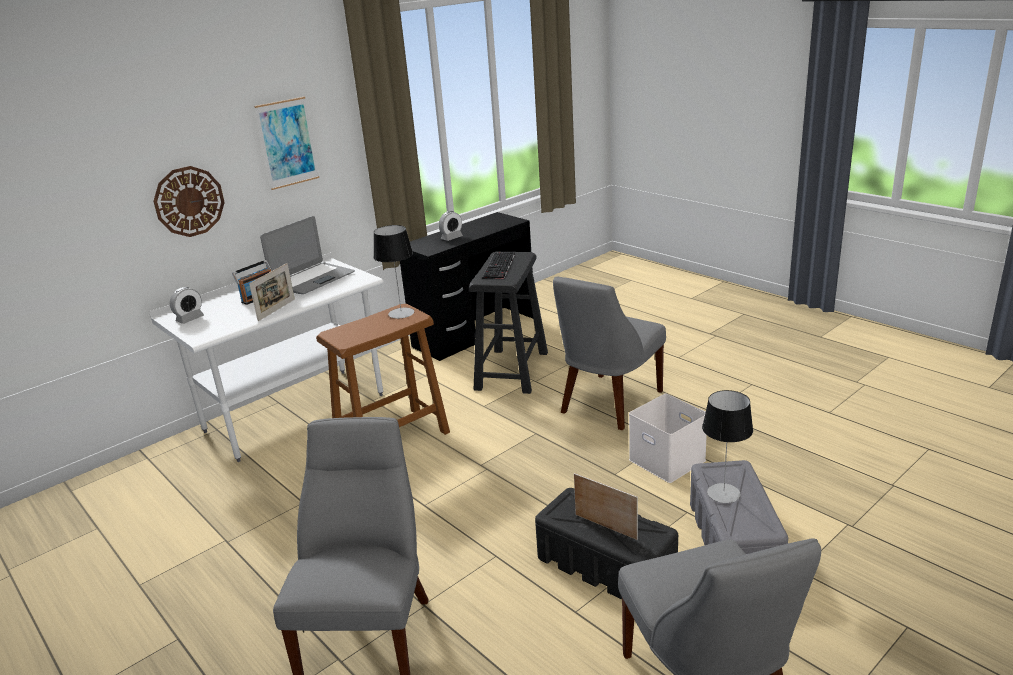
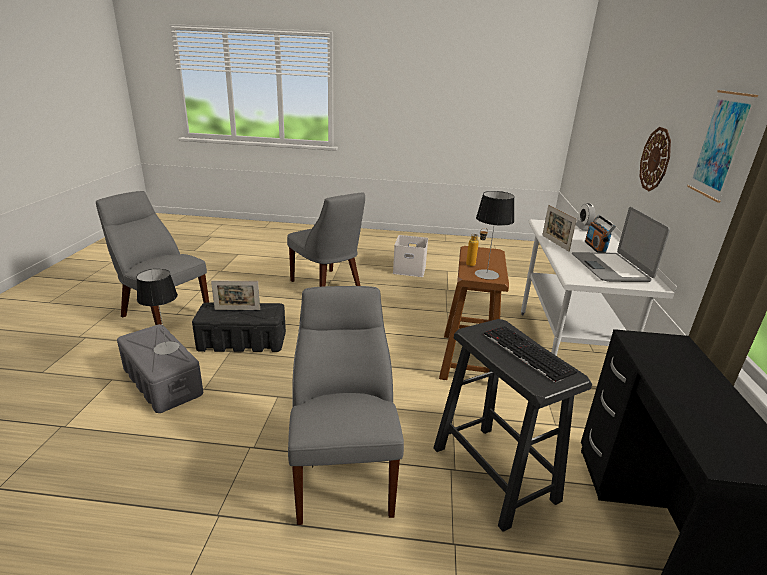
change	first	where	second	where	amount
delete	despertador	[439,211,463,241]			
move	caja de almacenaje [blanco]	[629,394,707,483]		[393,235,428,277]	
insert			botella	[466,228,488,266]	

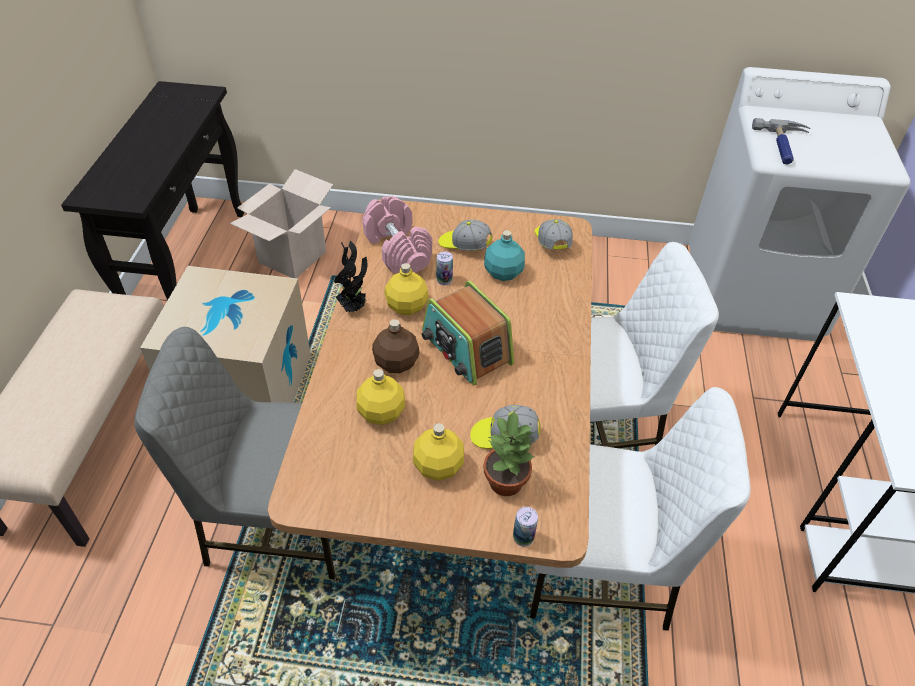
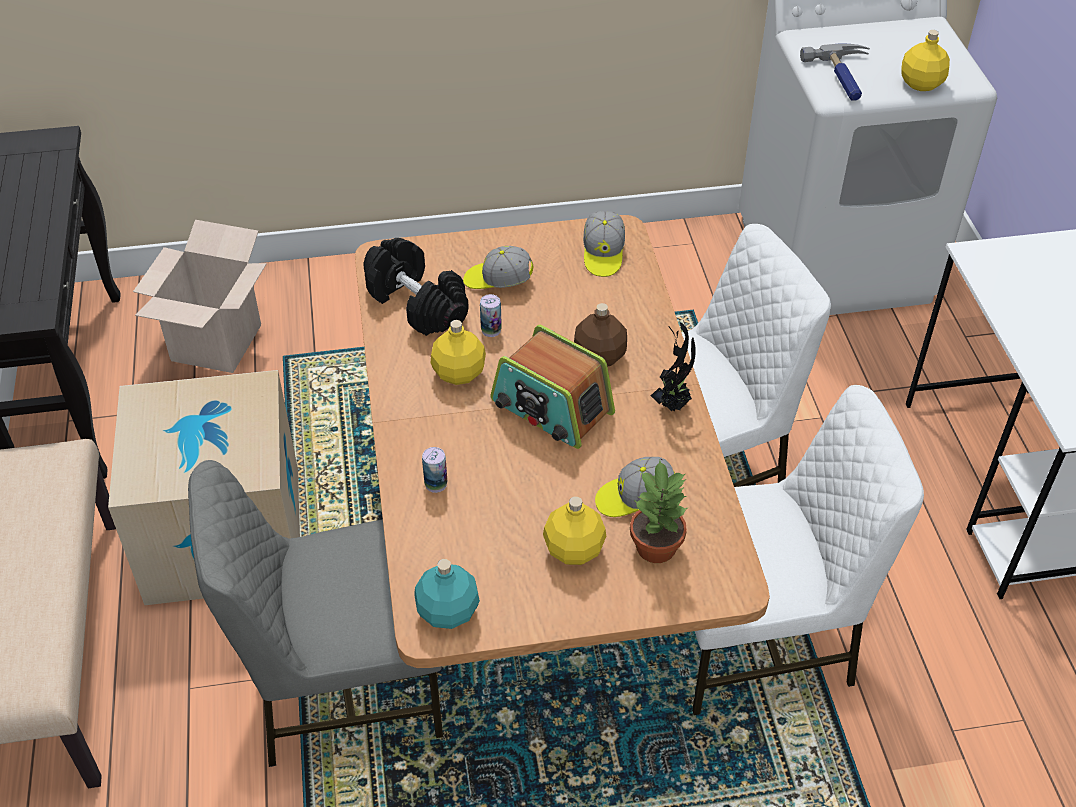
change	first	where	second	where	amount
move	planta en maceta	[334,241,368,312]		[651,322,696,412]	
move	botella [amarillo]	[356,369,405,425]		[901,30,950,91]	
recolor	mancuerna [rosa]	[363,196,432,274]	mancuerna [negro]	[363,238,469,336]	
move	botella [marrón]	[372,319,420,373]		[574,303,627,367]	
move	botella [turquesa]	[484,230,525,281]		[414,559,480,629]	
move	lata	[513,507,538,547]		[422,447,447,493]	
rotate	gorra	[535,219,573,249]		[583,211,625,277]	150 degrees counterclockwise

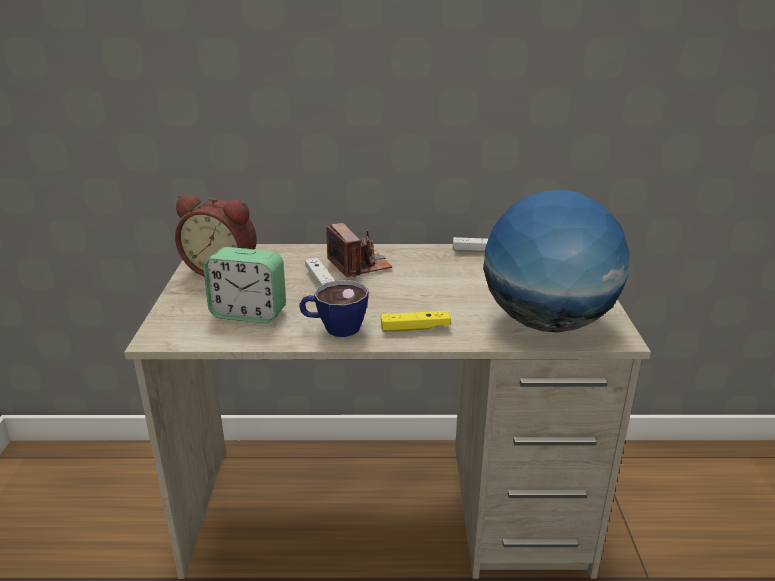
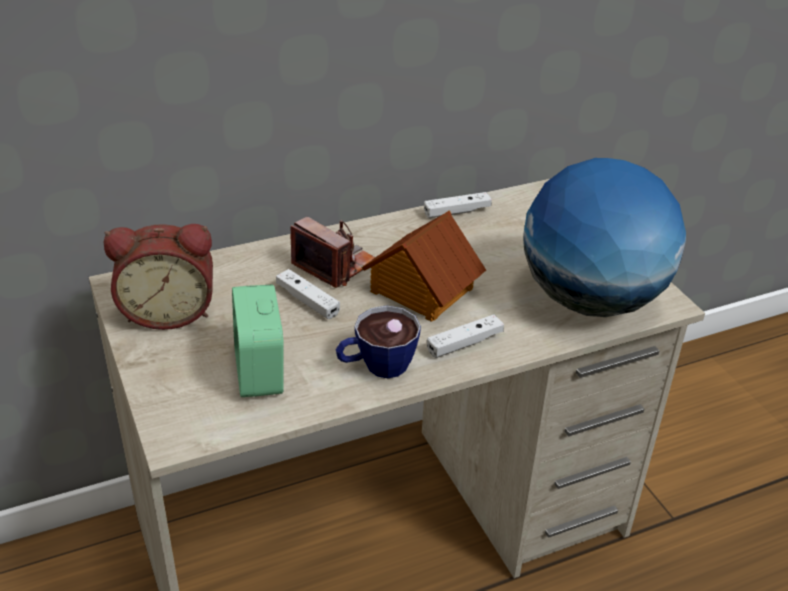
change	first	where	second	where	amount
rotate	despertador	[203,247,286,323]		[232,285,284,397]	90 degrees clockwise
recolor	mando de consola [amarillo]	[381,311,451,332]	mando de consola [blanco]	[427,314,504,358]	
insert			casita	[362,211,486,322]	

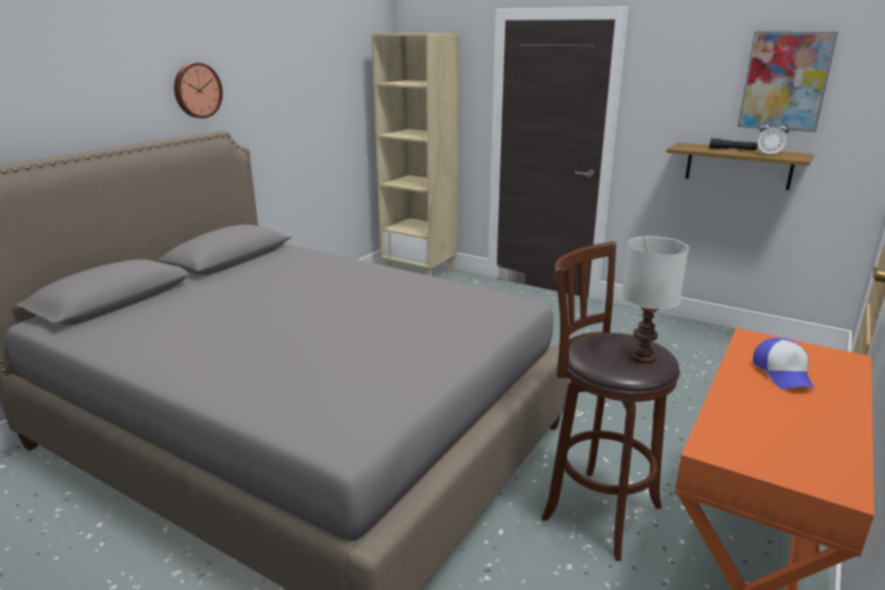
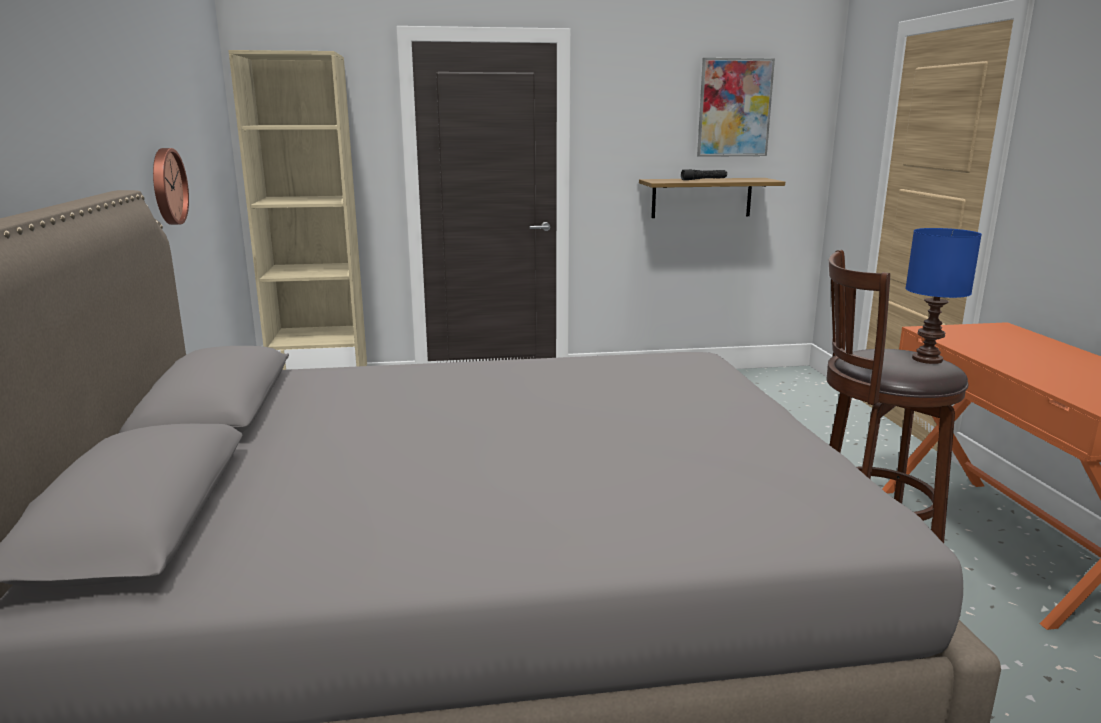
change	first	where	second	where	amount
move	reloj de pared	[174,63,223,118]		[153,148,189,225]	
recolor	lámpara de mesa [blanco]	[622,236,689,363]	lámpara de mesa [azul]	[905,228,982,364]	
delete	gorra	[753,338,815,389]			
delete	despertador	[758,118,789,156]			

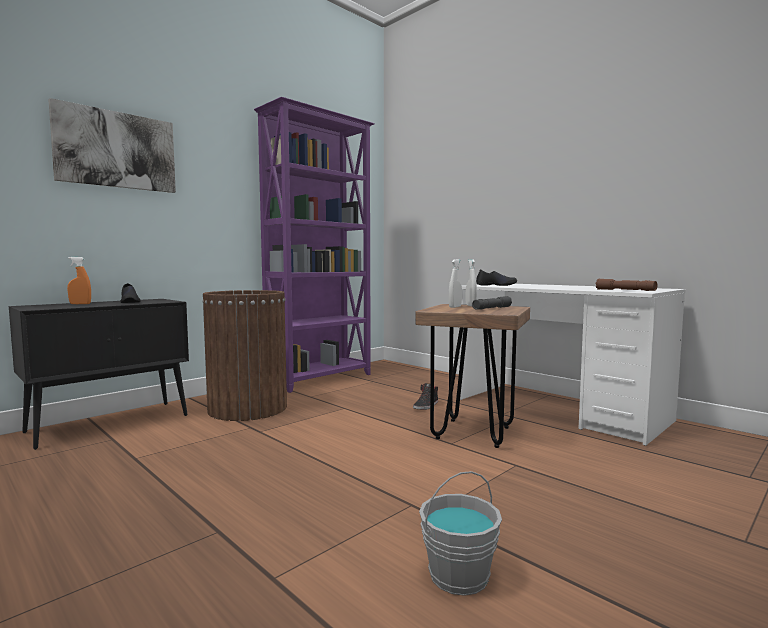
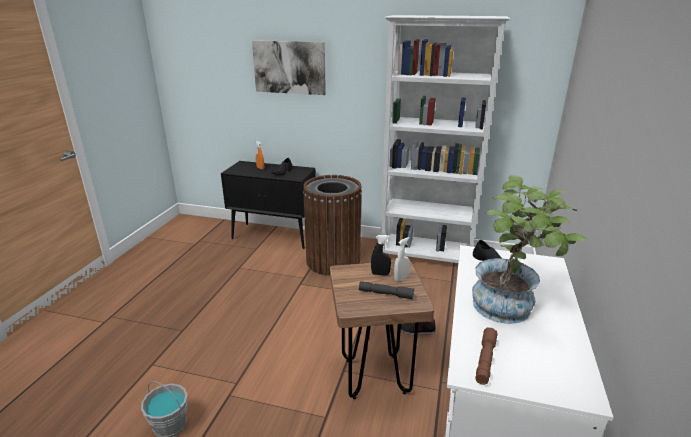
change	first	where	second	where	amount
recolor	estantería [morado]	[254,97,375,393]	estantería [blanco]	[380,15,510,263]	
recolor	pulverizador [blanco]	[449,259,462,308]	pulverizador [negro]	[371,235,391,275]	
insert			planta en maceta	[472,175,587,324]	

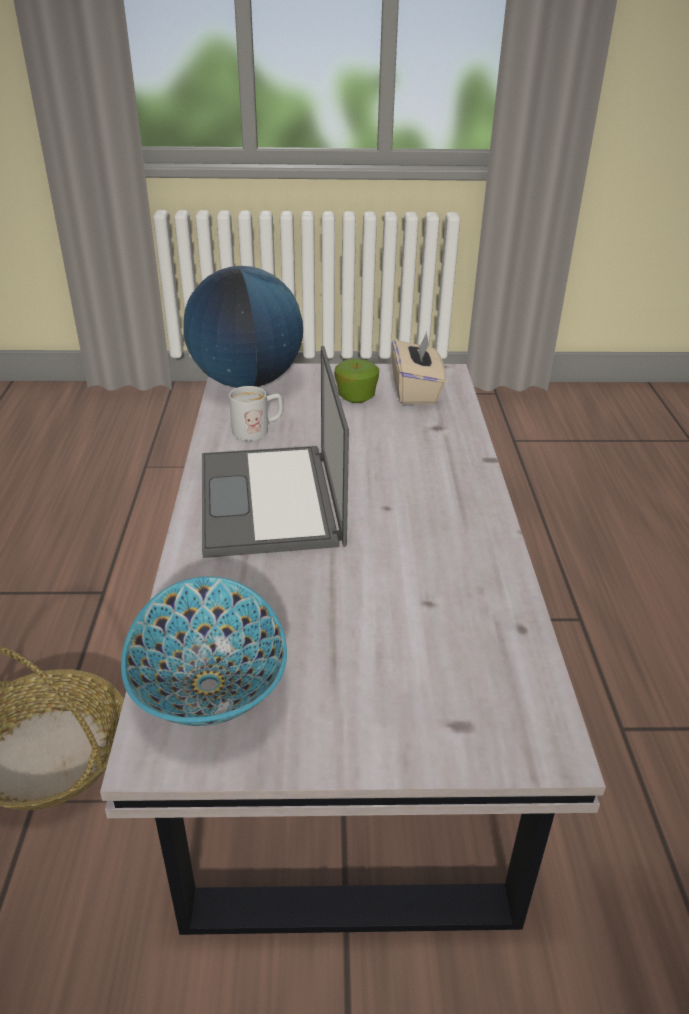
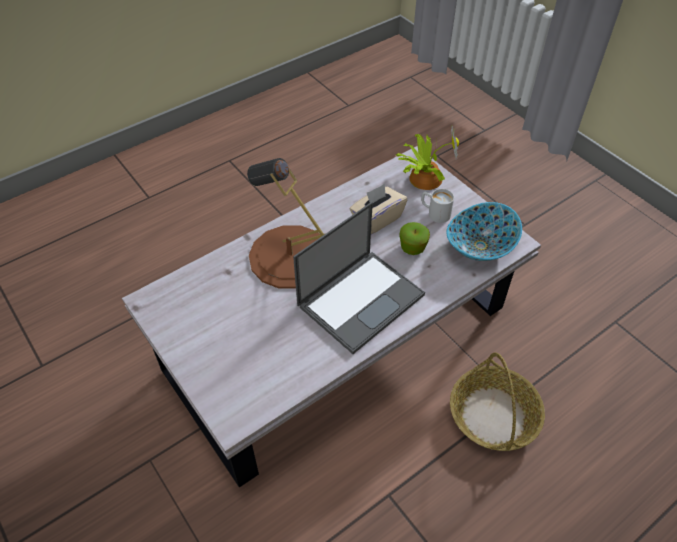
change	first	where	second	where	amount
delete	globo terráqueo	[183,266,303,388]			
move	taza grande [blanco]	[229,386,283,441]		[421,189,454,223]	
move	manzana	[334,359,379,403]		[399,222,430,255]	
move	caja de pañuelos [beis]	[391,332,446,405]		[350,184,407,235]	
insert			lámpara de mesa [marrón]	[247,158,324,289]	
insert			planta en maceta	[396,126,459,190]	

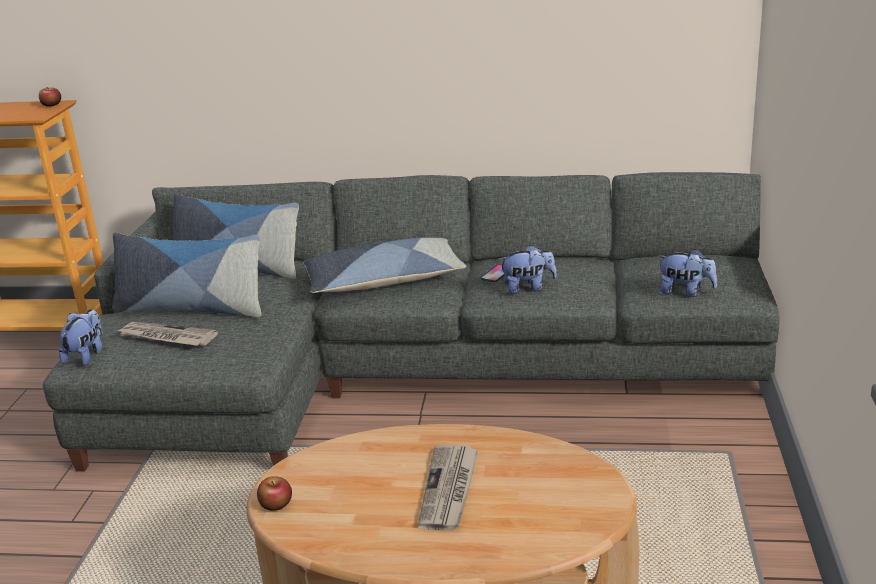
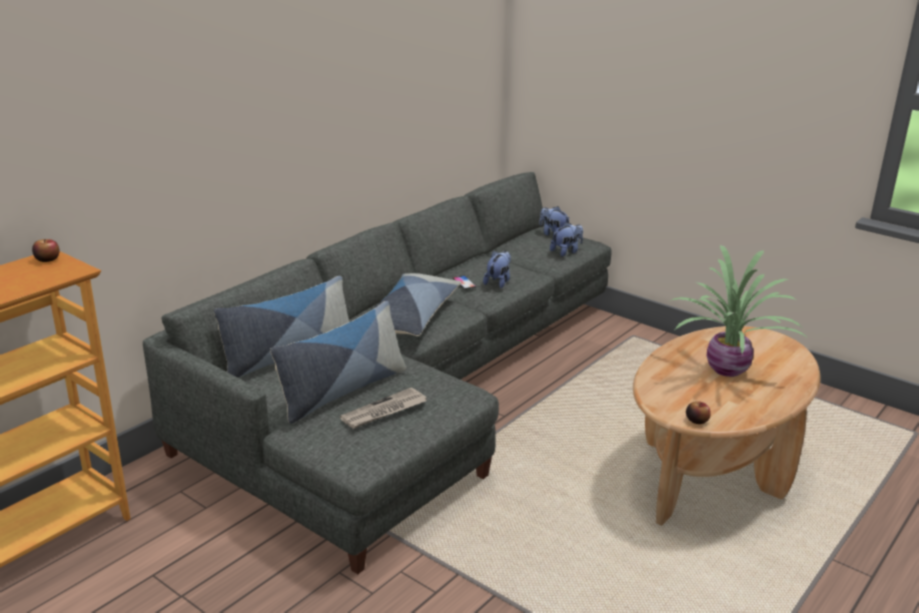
change	first	where	second	where	amount
move	peluche	[59,309,103,366]		[539,206,570,236]	
replace	periódico	[418,445,478,530]	planta en maceta	[670,245,806,377]	

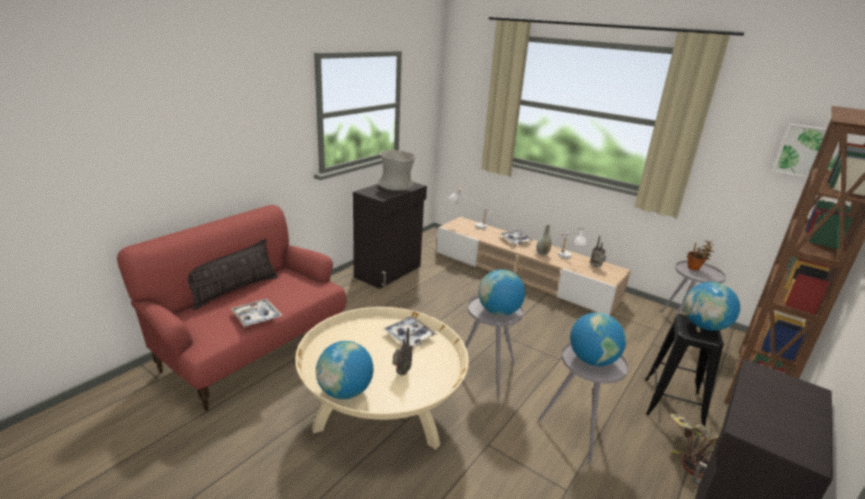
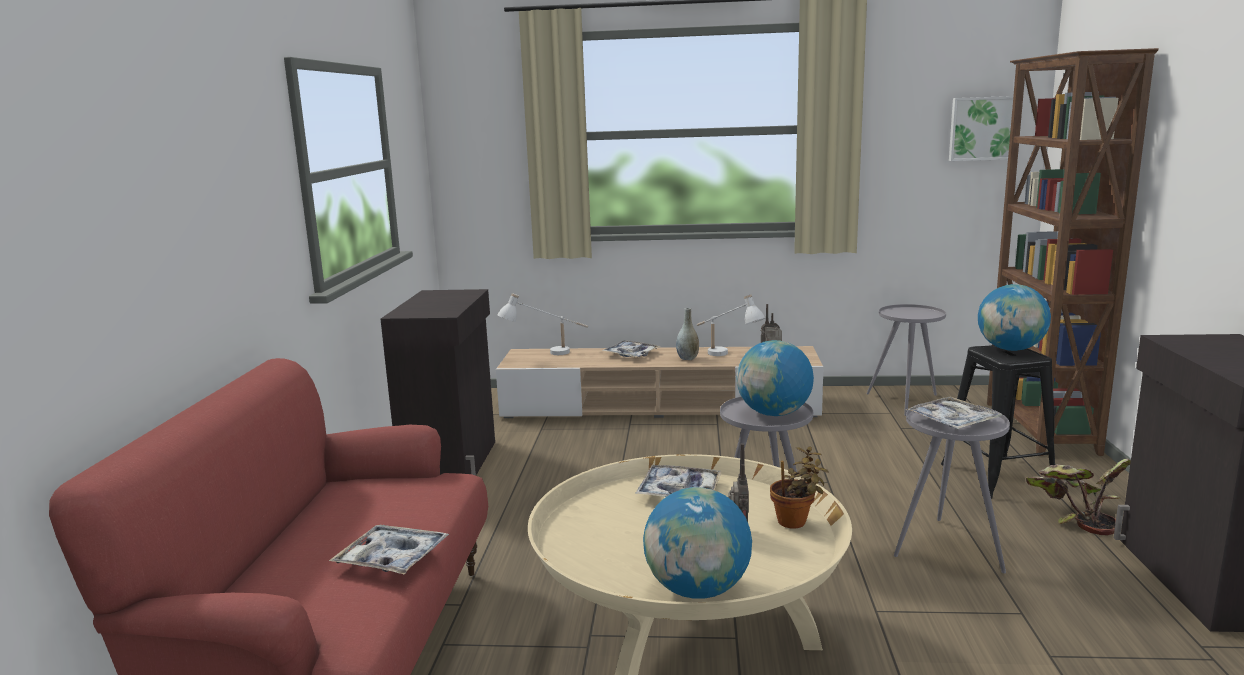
change	first	where	second	where	amount
delete	cojín	[188,238,278,310]			
delete	florero [gris]	[378,150,416,191]			
replace	globo terráqueo	[570,312,626,366]	bandeja	[906,397,1002,429]	
move	planta en maceta	[687,240,714,271]		[770,447,829,529]	

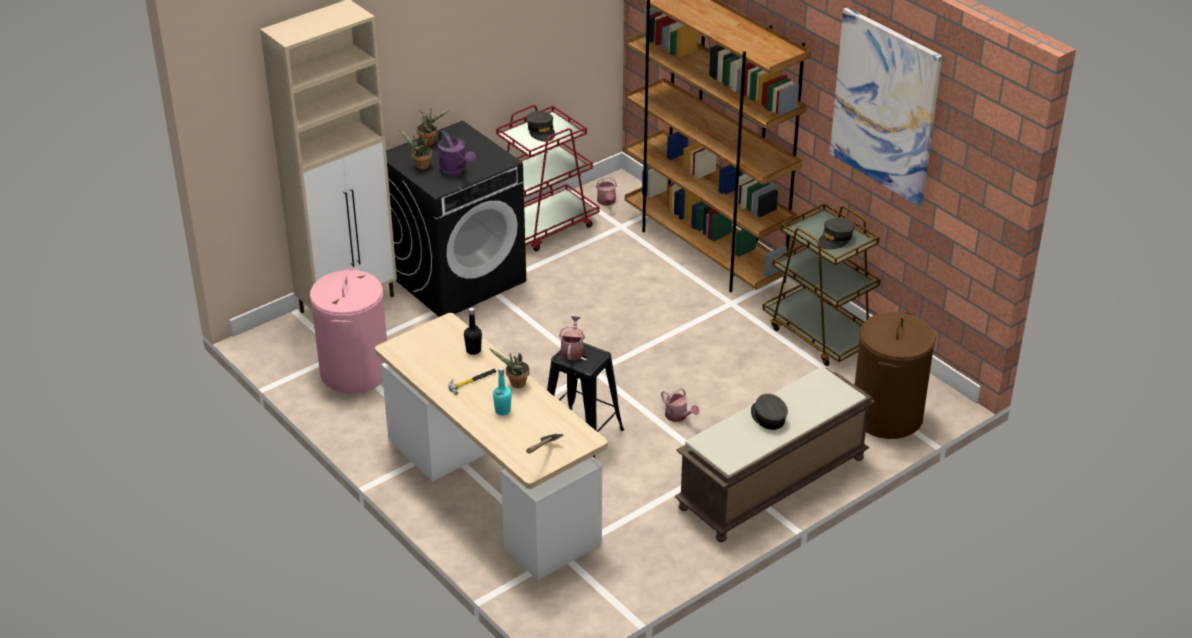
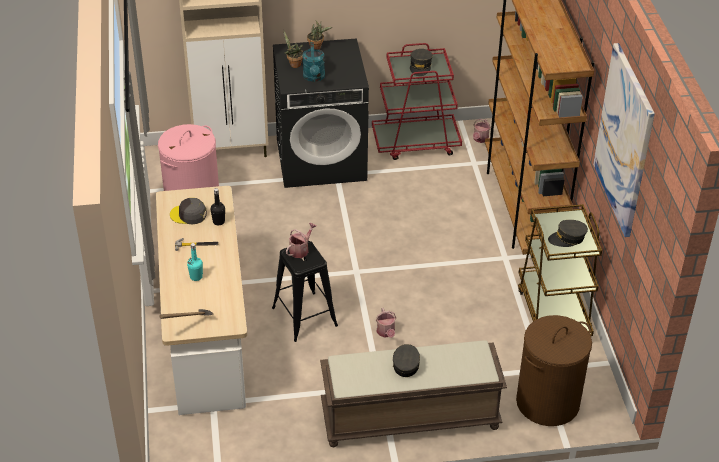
change	first	where	second	where	amount
recolor	regadera [morado]	[438,131,476,177]	regadera [turquesa]	[302,42,325,82]	
delete	planta en maceta	[489,348,530,388]			
insert			gorra [gris]	[170,198,207,224]	

